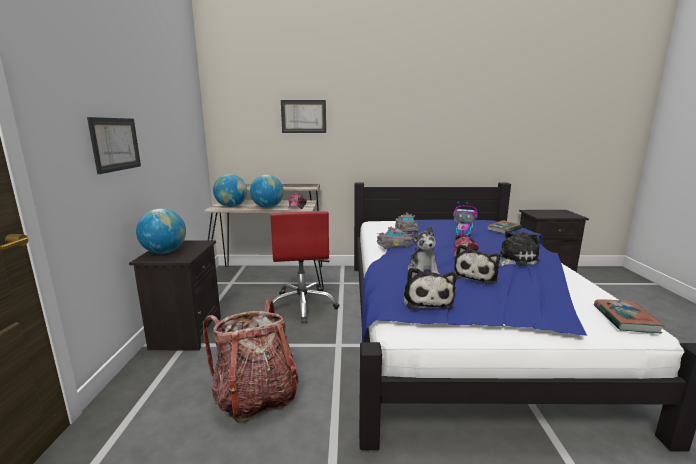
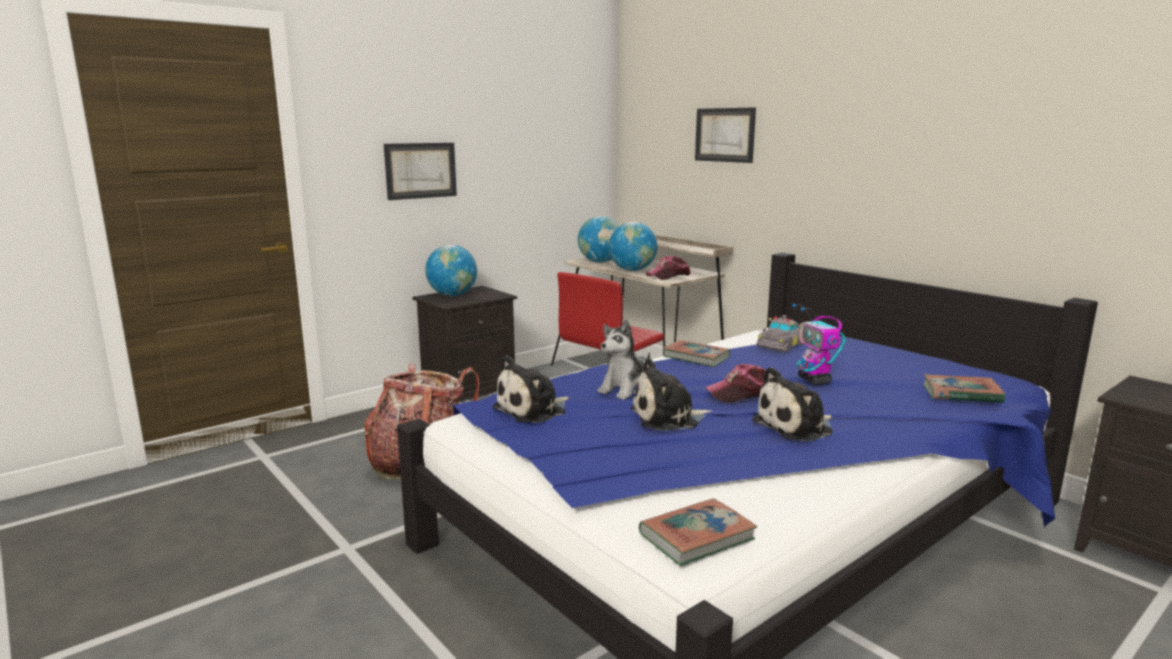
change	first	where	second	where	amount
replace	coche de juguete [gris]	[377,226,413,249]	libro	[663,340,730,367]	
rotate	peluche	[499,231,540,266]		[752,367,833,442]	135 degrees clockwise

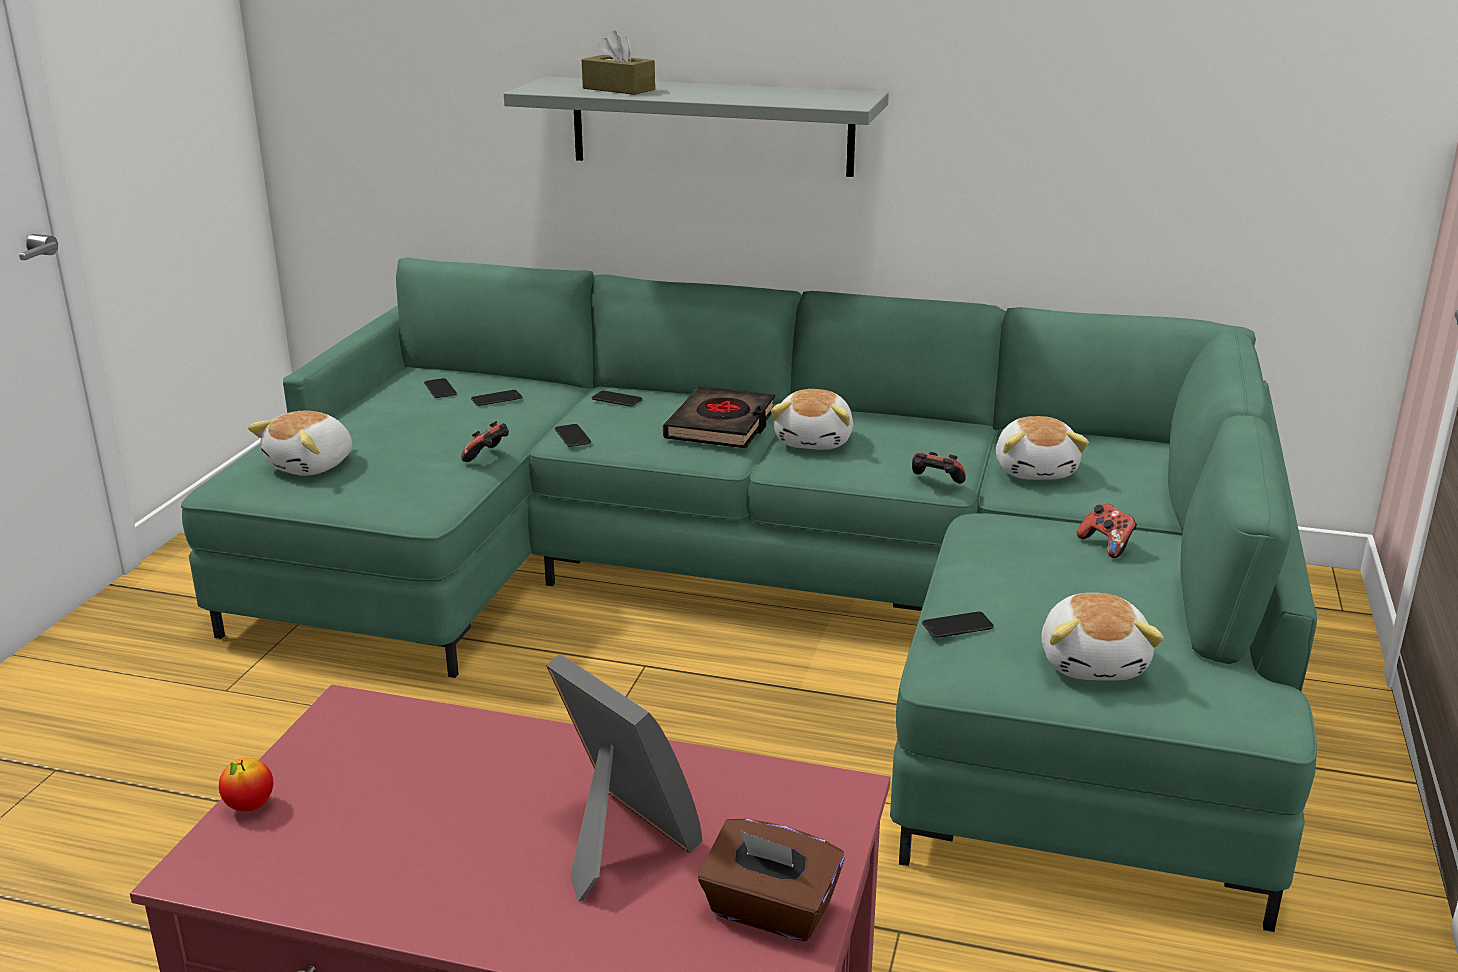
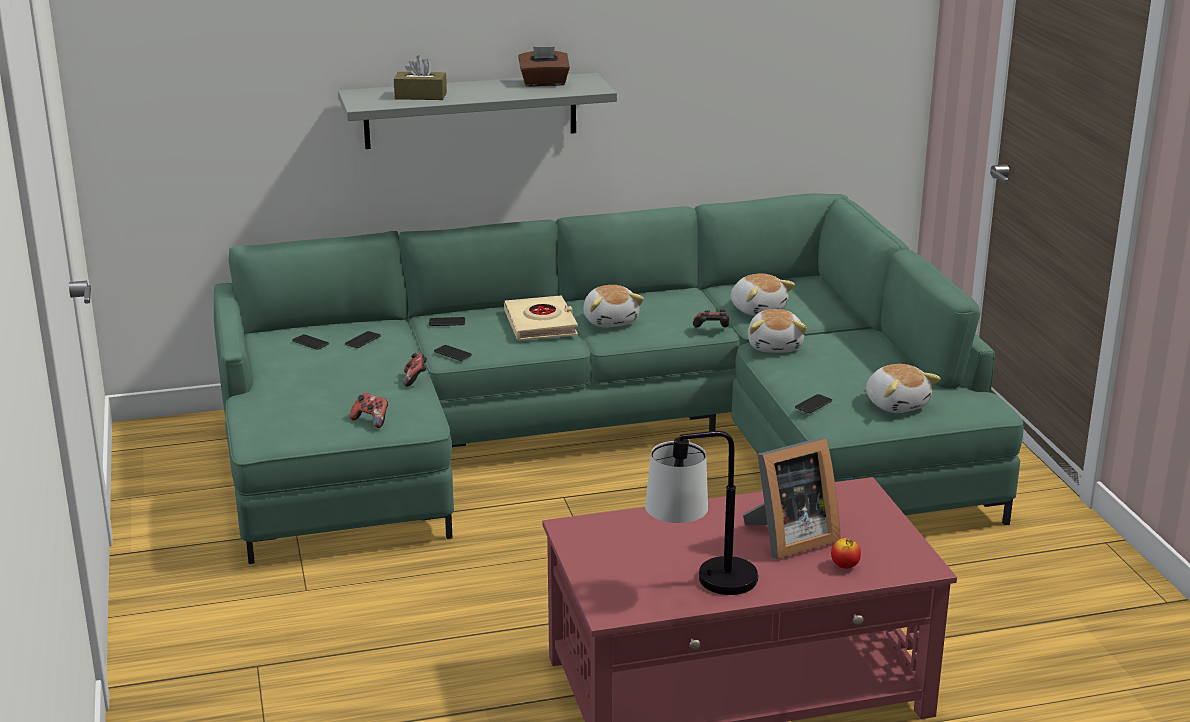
change	first	where	second	where	amount
move	manzana	[219,758,273,812]		[831,538,861,569]	
move	peluche	[248,411,352,476]		[748,309,807,353]	
rotate	portarretratos	[546,654,703,902]		[743,438,840,559]	135 degrees clockwise
recolor	libro [negro]	[663,386,775,449]	libro [beis]	[504,295,578,341]	
move	caja de pañuelos [marrón]	[698,819,845,941]		[518,47,570,87]	
move	mando de consola	[1077,504,1137,558]		[350,393,388,428]	
insert			lámpara de mesa	[645,431,759,595]	

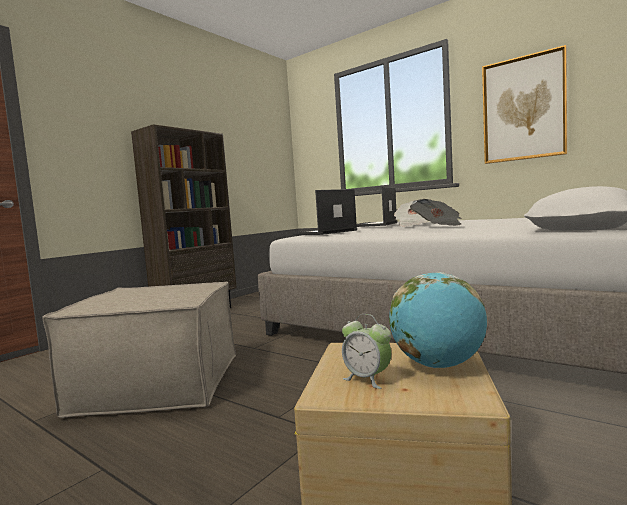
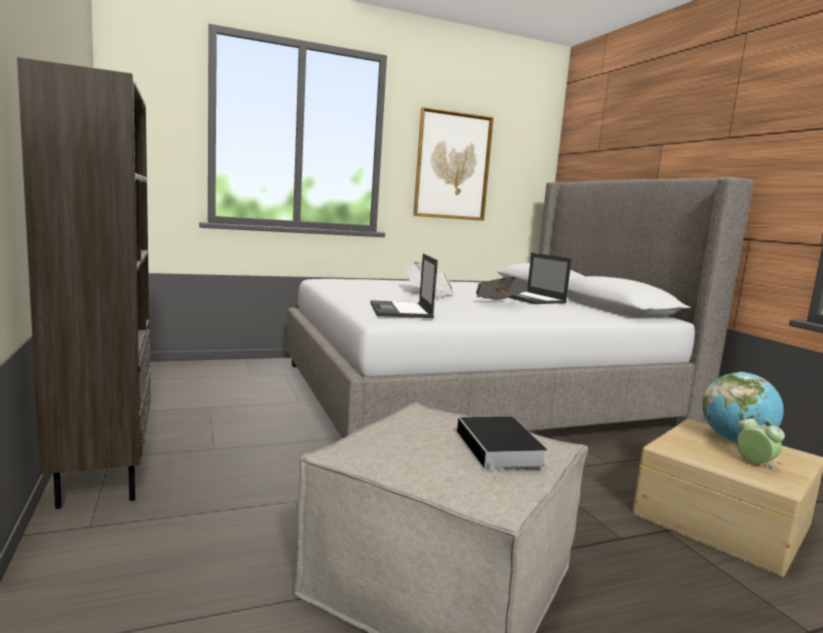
change	first	where	second	where	amount
rotate	despertador	[342,314,391,389]		[736,415,785,470]	105 degrees counterclockwise
move	portátil	[357,187,397,227]		[508,253,572,304]	
insert			libro	[457,417,547,476]	

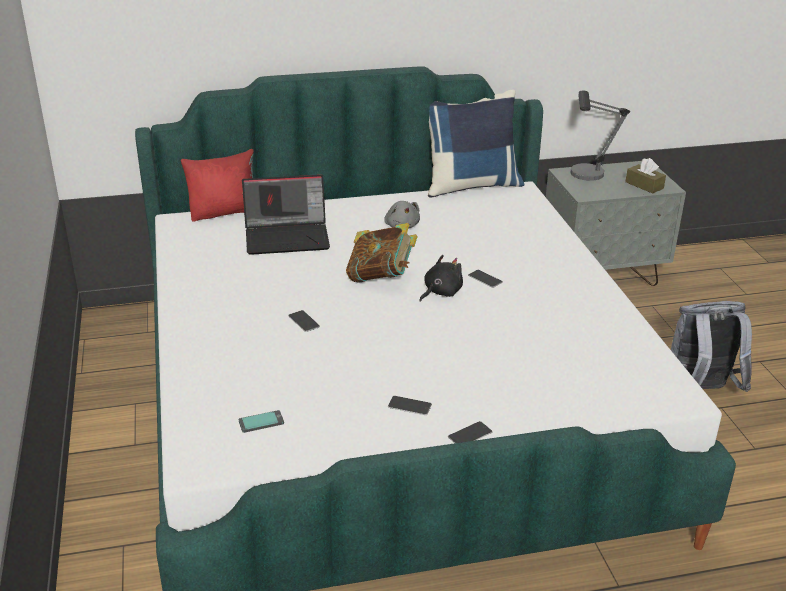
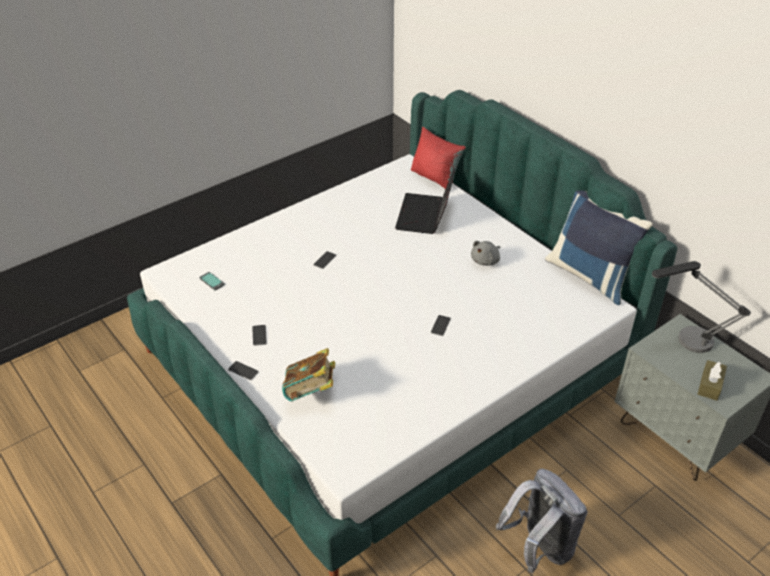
change	first	where	second	where	amount
rotate	portátil	[242,175,330,255]		[395,168,455,234]	45 degrees clockwise
move	libro	[346,223,418,283]		[282,348,335,401]	
delete	peluche [negro]	[420,255,463,302]			

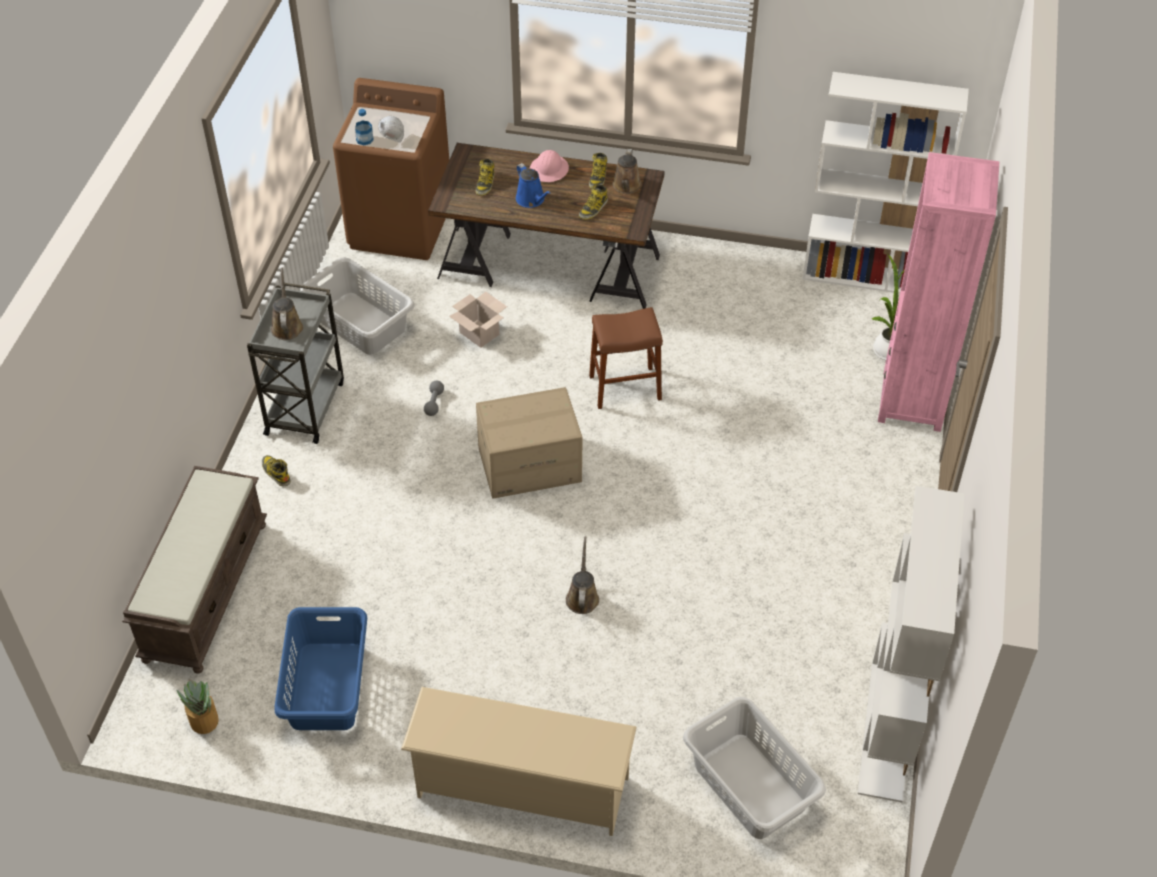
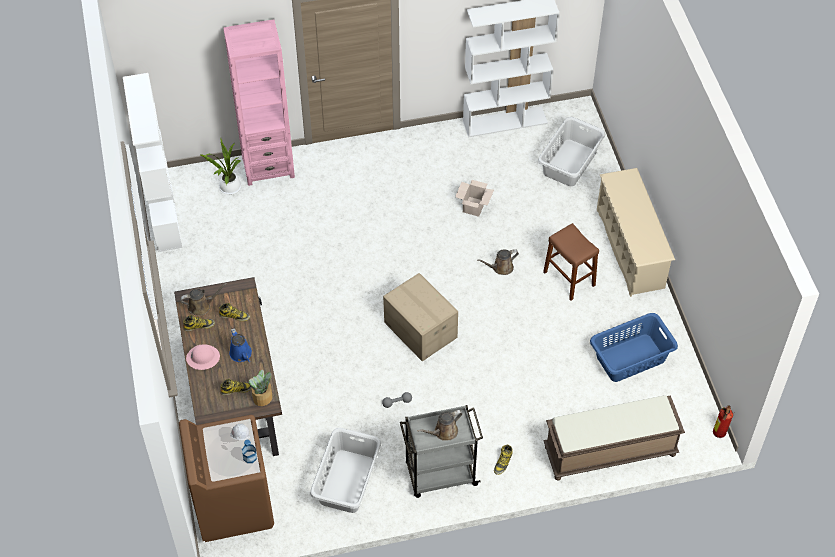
change	first	where	second	where	amount
move	planta en maceta	[177,680,219,734]		[249,369,272,406]	
move	caja de cartón	[449,291,507,348]		[455,180,494,217]	
rotate	regadera [azul]	[516,163,551,208]		[229,328,252,362]	120 degrees clockwise
move	taburete [marrón]	[589,307,663,409]		[543,223,599,301]	
insert			extintor	[713,405,734,438]	

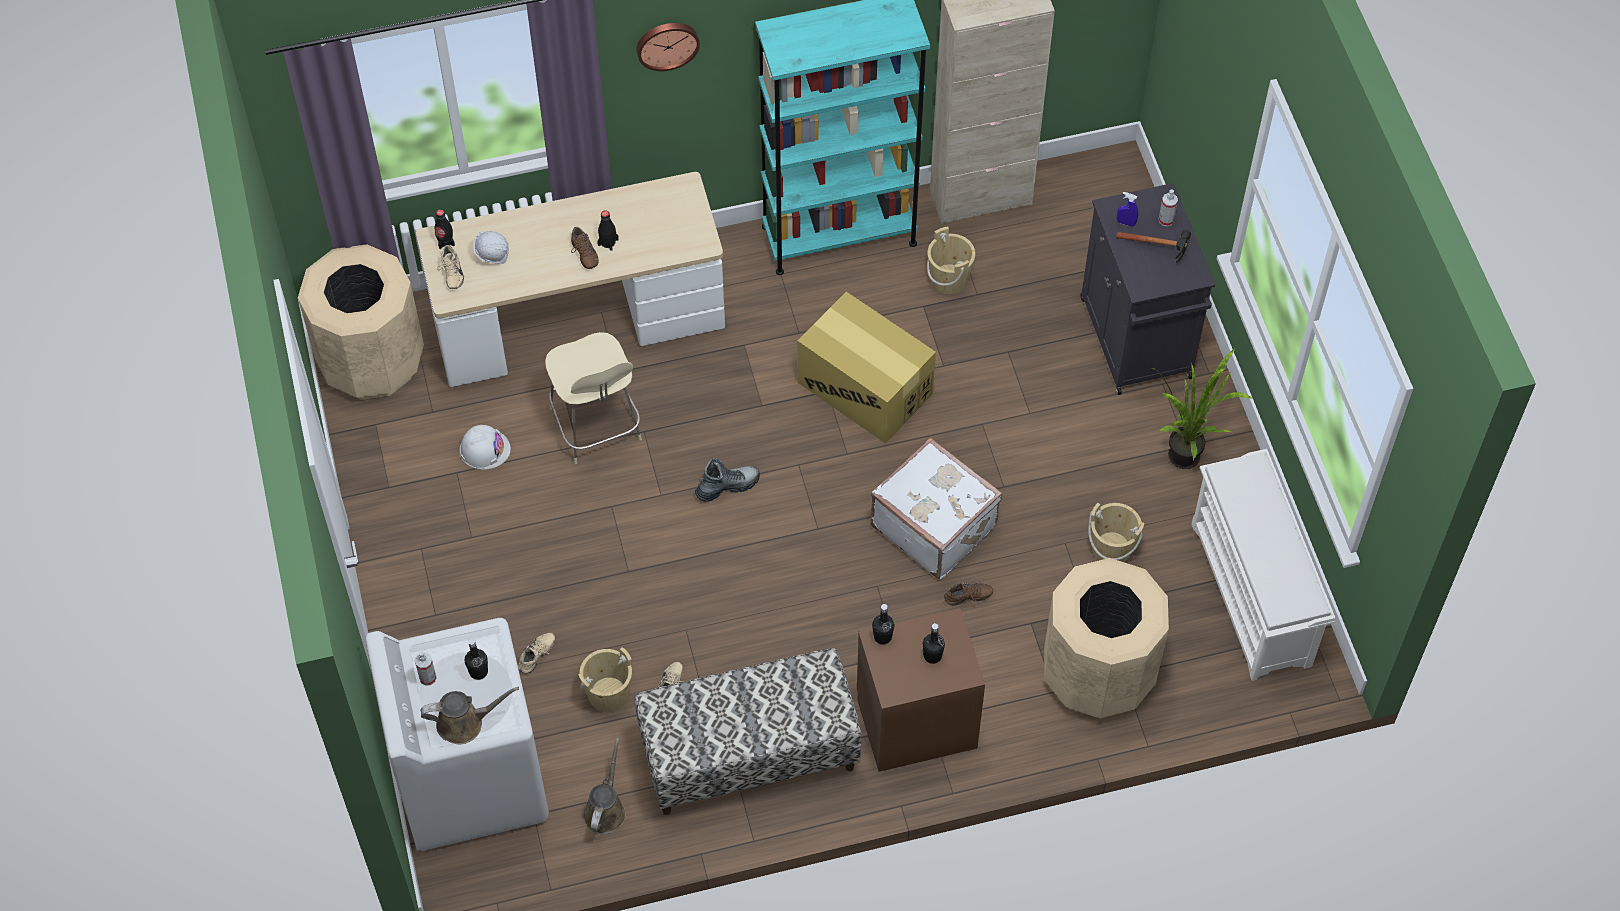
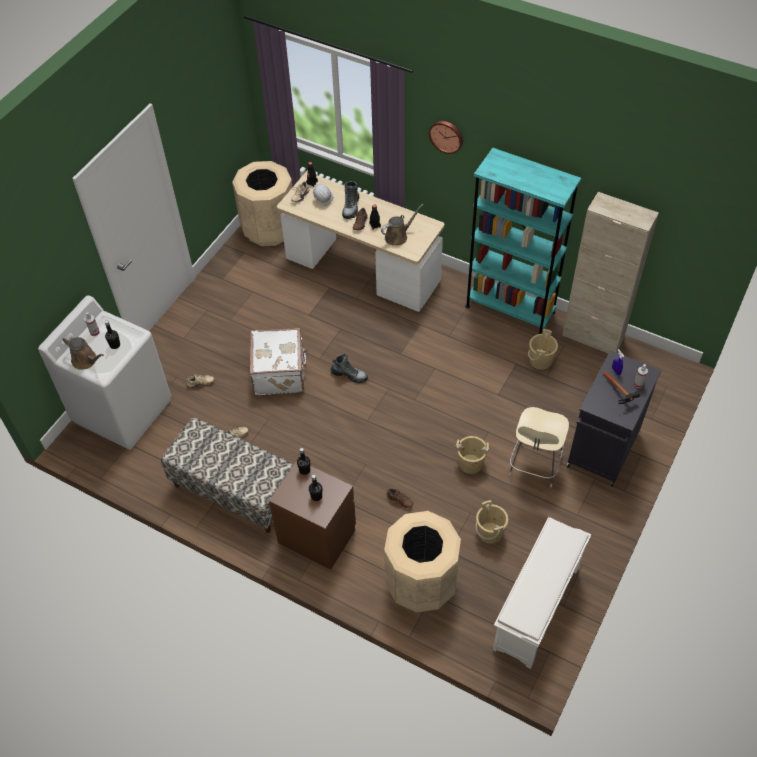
change	first	where	second	where	amount
delete	casco [blanco]	[459,425,511,470]			
move	taburete [beis]	[545,332,642,464]		[509,407,569,487]	
move	cubo [beis]	[578,647,632,713]		[455,436,490,474]	
move	regadera [marrón]	[583,738,626,834]		[381,204,423,245]	
delete	caja de cartón	[797,292,936,444]			
move	maleta [blanco]	[870,438,1002,580]		[250,328,308,395]	
delete	planta en maceta	[1151,348,1253,469]			
insert			bota	[342,181,360,219]	

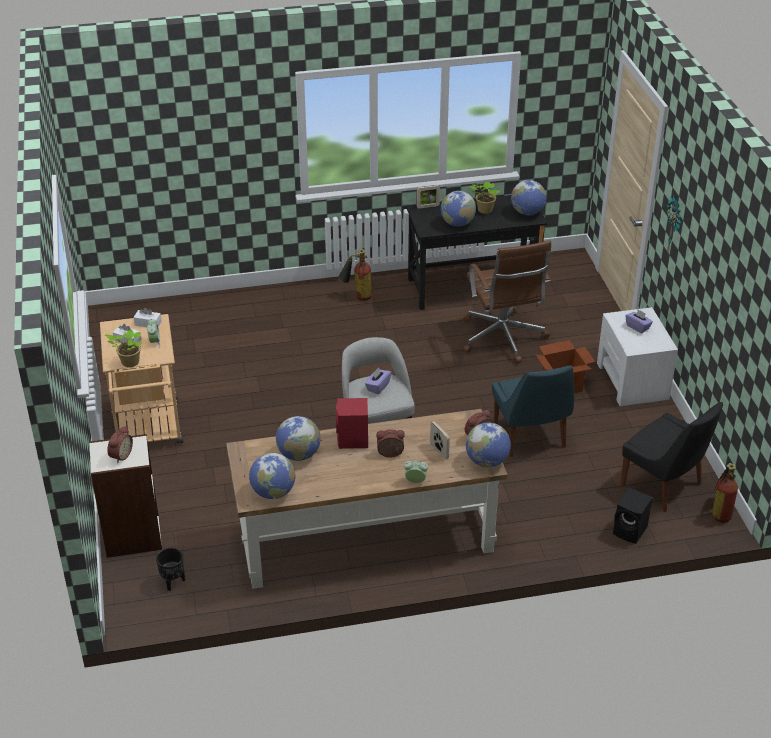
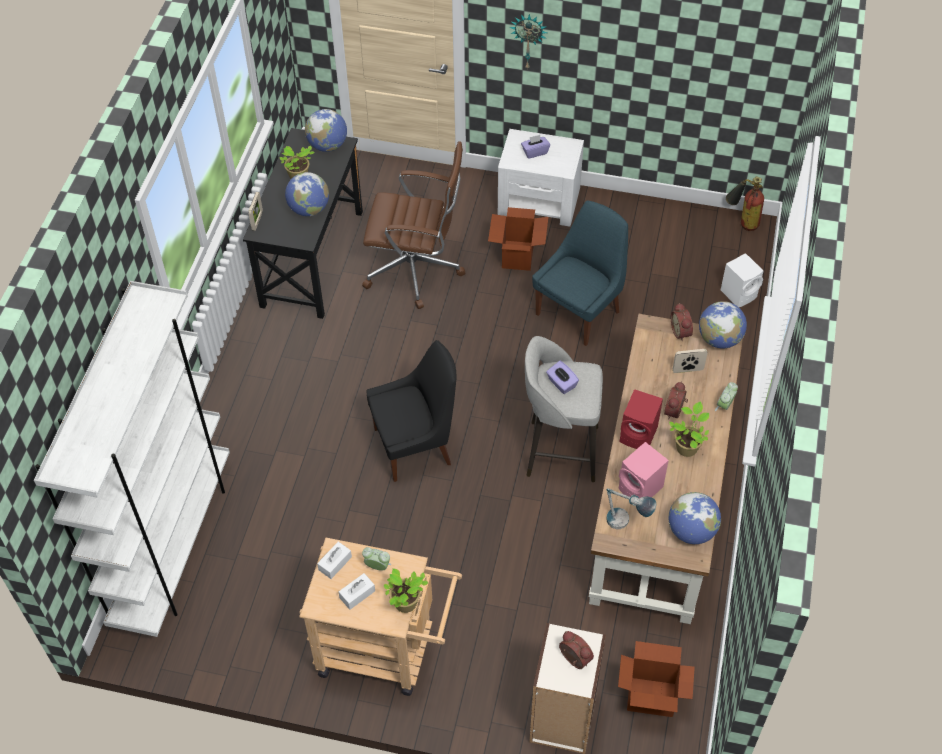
change	first	where	second	where	amount
replace	maceta [negro]	[156,548,185,591]	caja de cartón	[618,641,695,717]	
replace	globo terráqueo	[276,416,321,461]	altavoz [rosa]	[618,442,669,498]	
delete	extintor	[338,249,372,301]			
rotate	silla [azul]	[492,366,575,457]		[532,201,628,346]	60 degrees counterclockwise
recolor	altavoz [negro]	[613,488,653,544]	altavoz [blanco]	[721,253,764,307]	
move	silla [negro]	[621,402,723,512]		[367,340,456,482]	
insert			estantería [blanco]	[34,281,230,637]	
insert			lámpara de mesa	[606,488,656,529]	
insert			planta en maceta	[669,402,709,457]	

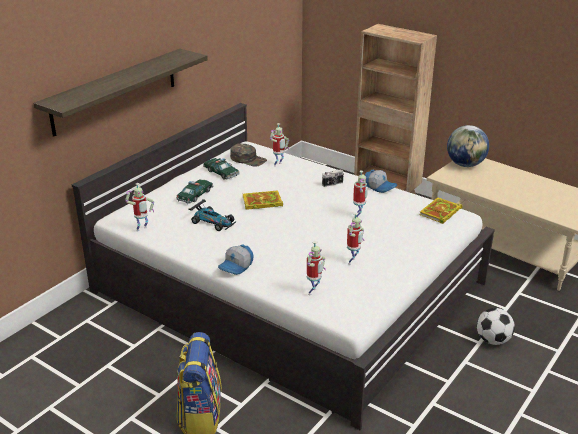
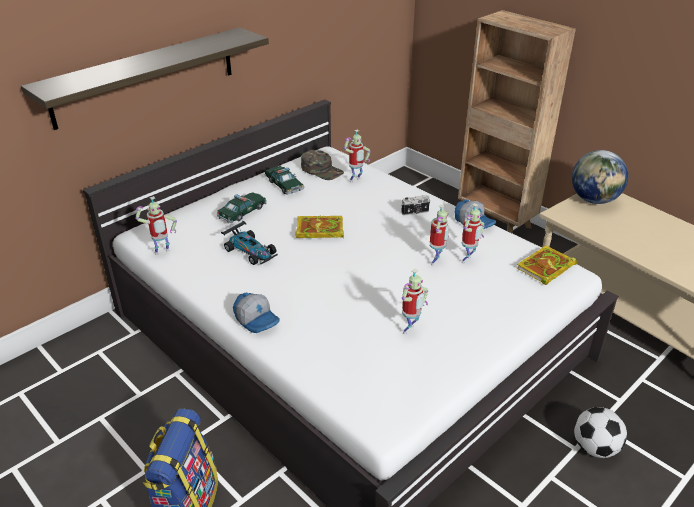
change	first	where	second	where	amount
rotate	gorra	[218,244,254,275]		[233,292,280,333]	90 degrees counterclockwise
move	robot de juguete	[307,241,326,296]		[461,203,485,264]	

